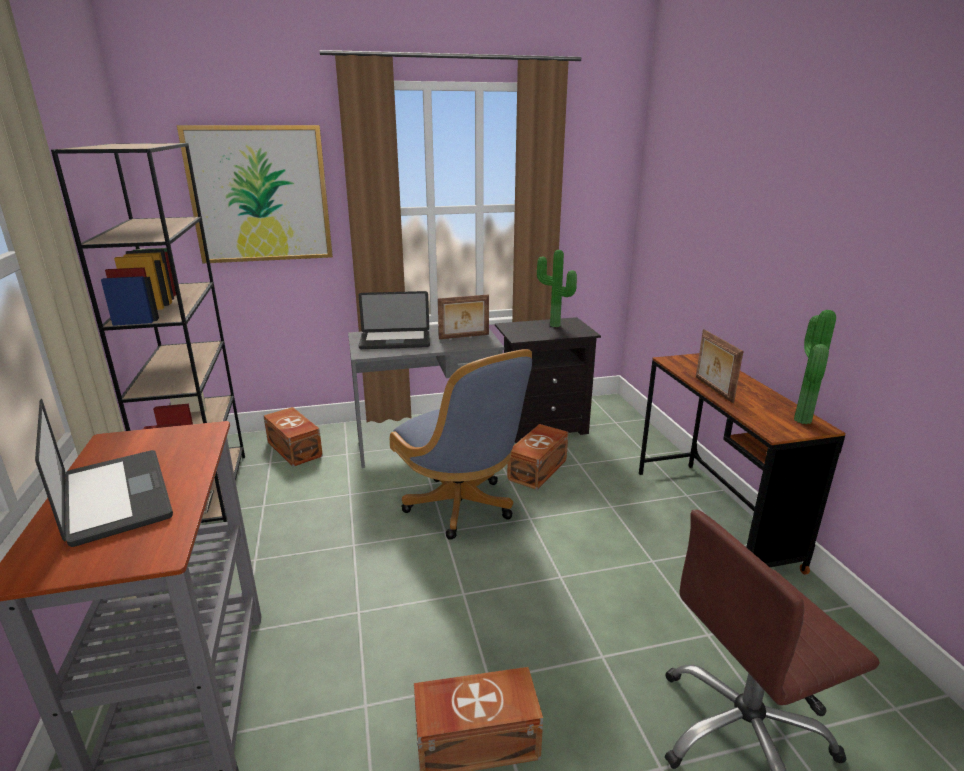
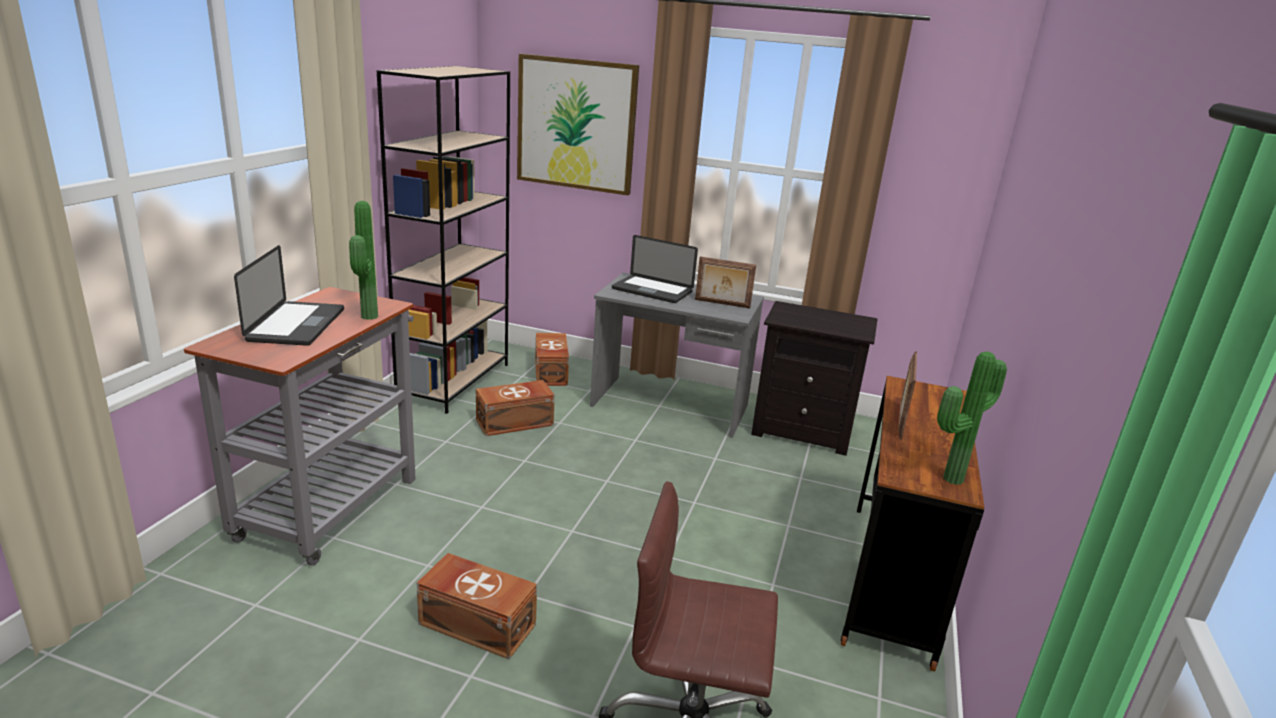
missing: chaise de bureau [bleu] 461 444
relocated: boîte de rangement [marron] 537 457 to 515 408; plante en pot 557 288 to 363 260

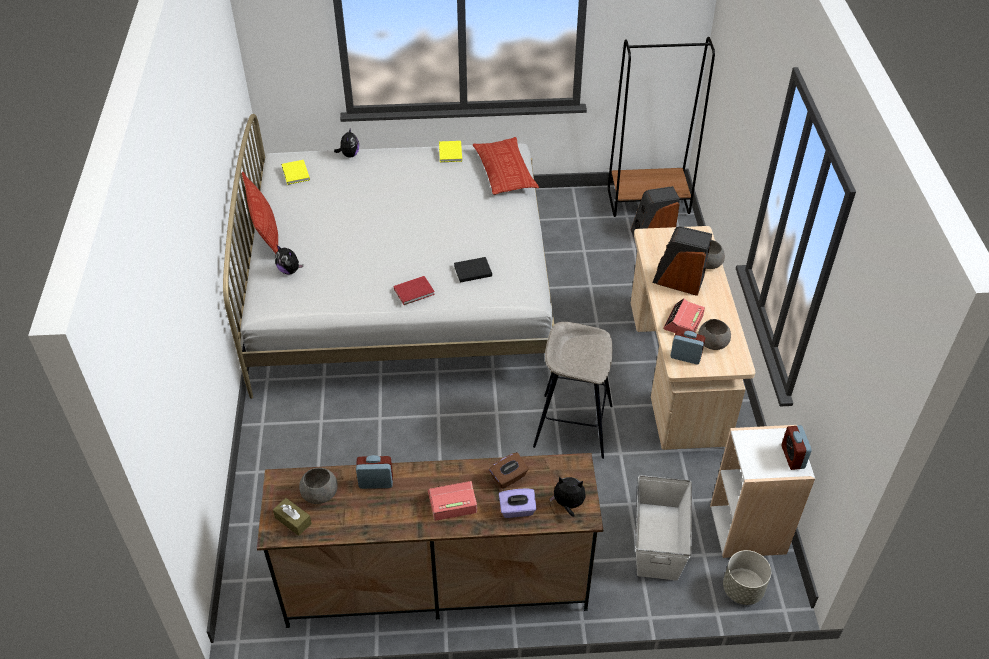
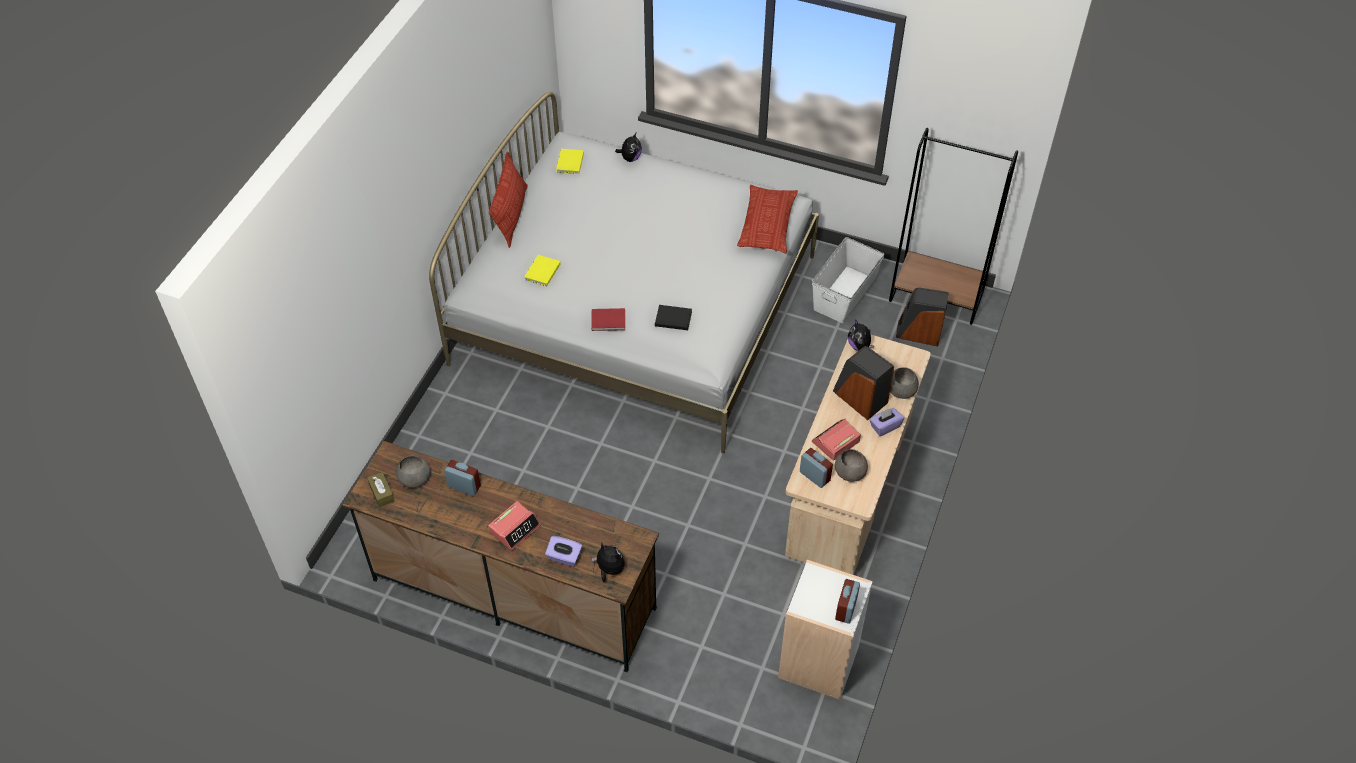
missing: boîte à mouchoirs [marron] 509 470; tabouret [gris] 572 390; cache-pot [gris] 747 577
appeared: boîte à mouchoirs [violet] 886 422
relocated: peluche 289 260 to 861 335; livre [jaune] 450 151 to 542 270; boîte de rangement [blanc] 663 528 to 848 280
spun: réveil 452 501 = 514 526 120 degrees clockwise

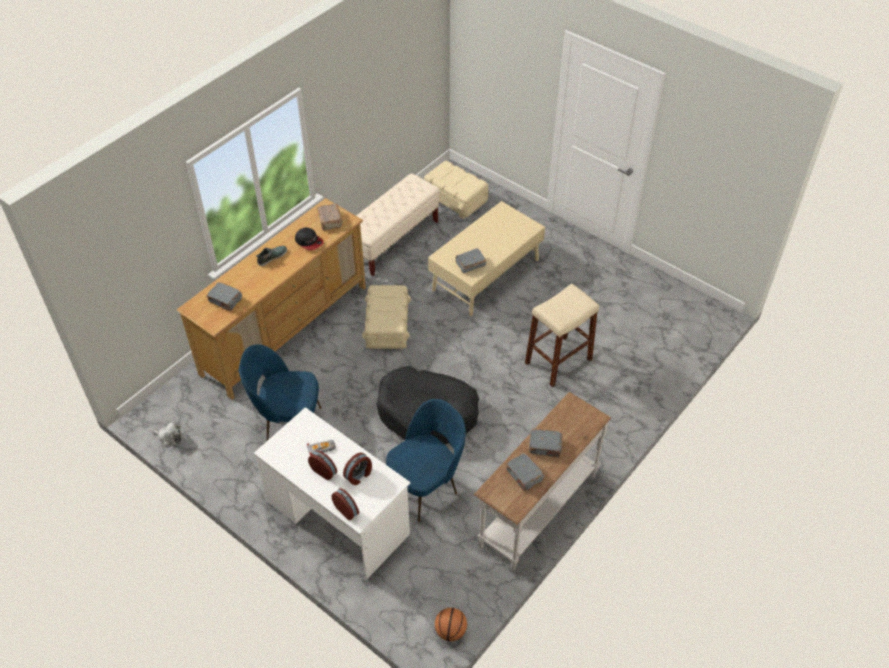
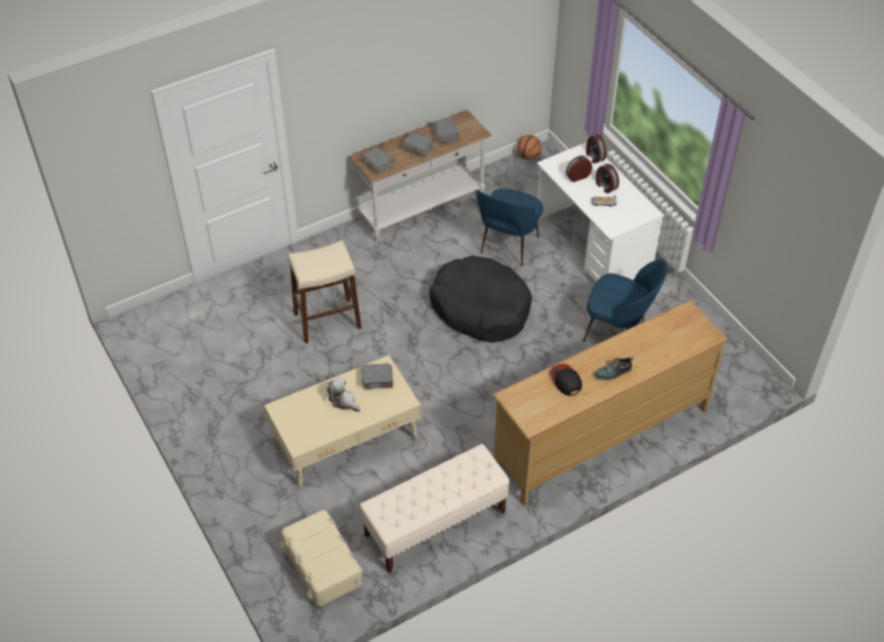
missing: livre [marron] 330 217; boîte de rangement [beige] 386 317
relocated: peluche 167 434 to 343 394; livre [gris] 224 296 to 377 160
spun: chaise [bleu] 426 460 = 510 227 45 degrees counterclockwise

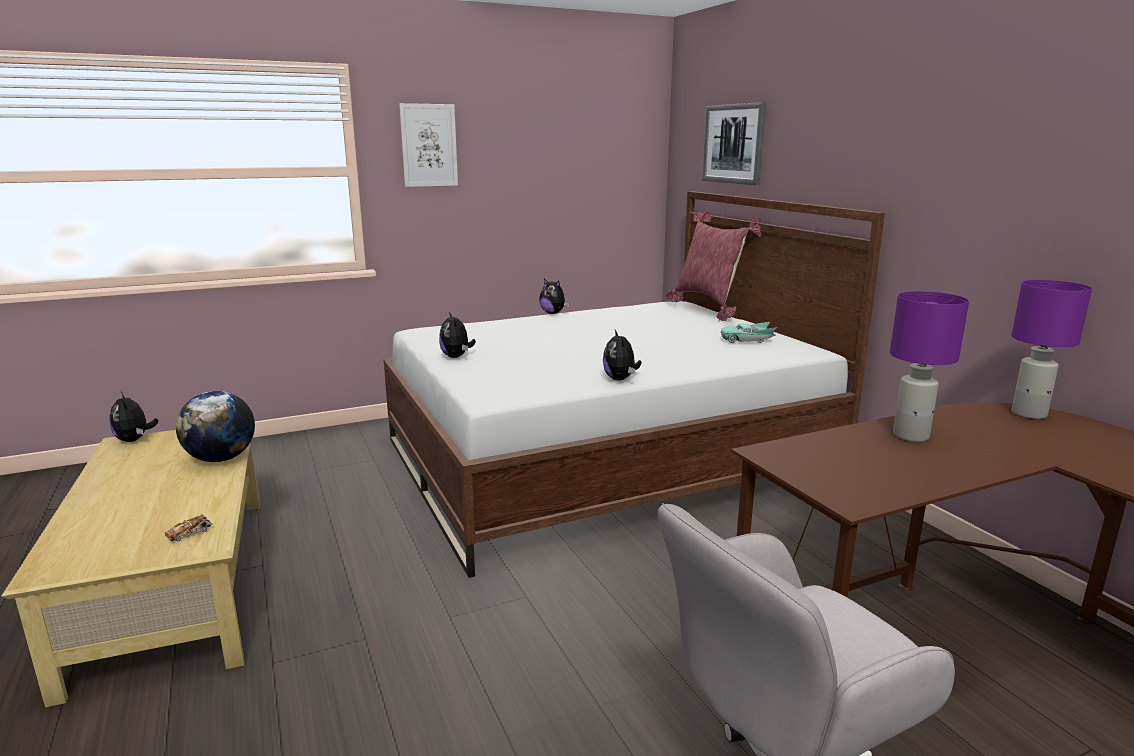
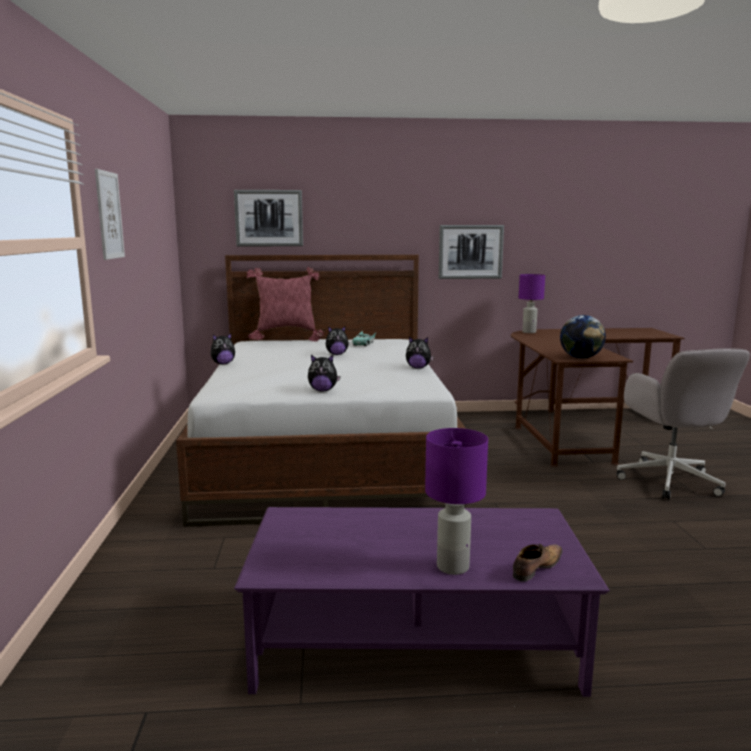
missing: petite voiture 189 528
appeared: tableau 471 252; chaussure 537 563
relocated: peluche 133 417 to 337 340; globe 215 426 to 583 337; lampe de table [violet] 929 366 to 456 501
colour: table basse [beige] 130 568 to table basse [violet] 422 602

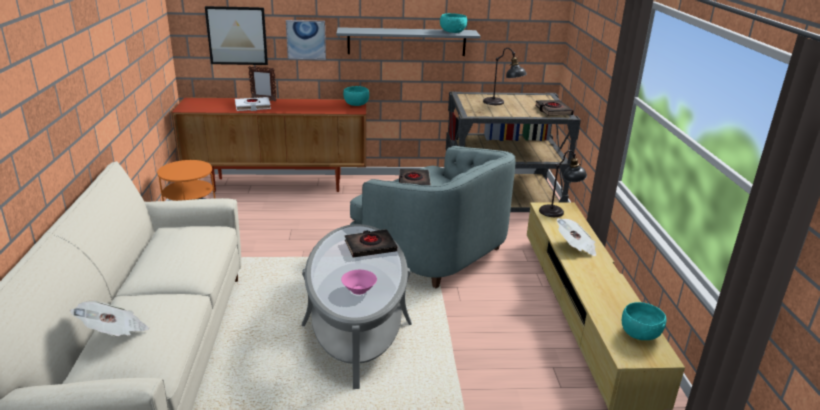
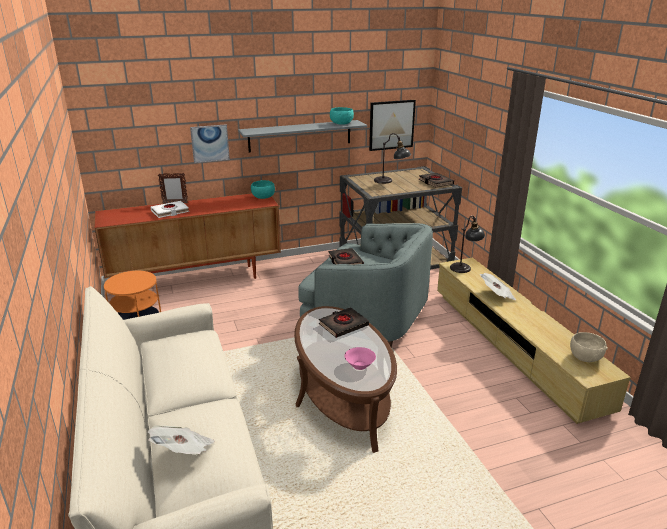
relocated: tableau 236 35 to 392 125
colour: table basse [gris] 357 306 to table basse [marron] 345 379; bol [turquoise] 644 321 to bol [beige] 589 347

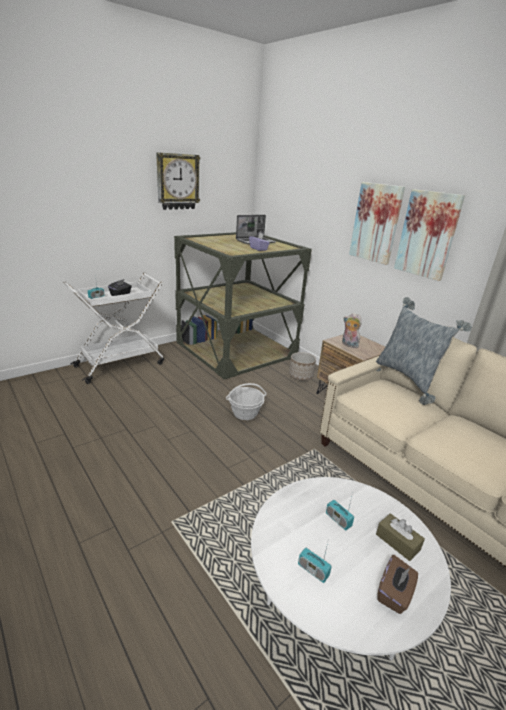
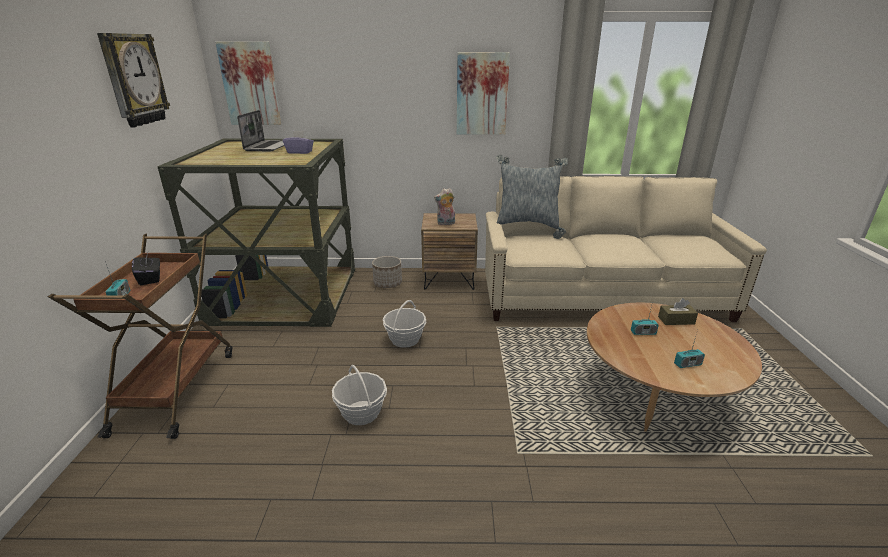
missing: boîte à mouchoirs [marron] 397 584
appeared: panier 359 395
relocated: tableau 377 223 to 248 83
colour: chariot [blanc] 113 328 to chariot [marron] 140 336; table basse [blanc] 351 569 to table basse [marron] 674 367

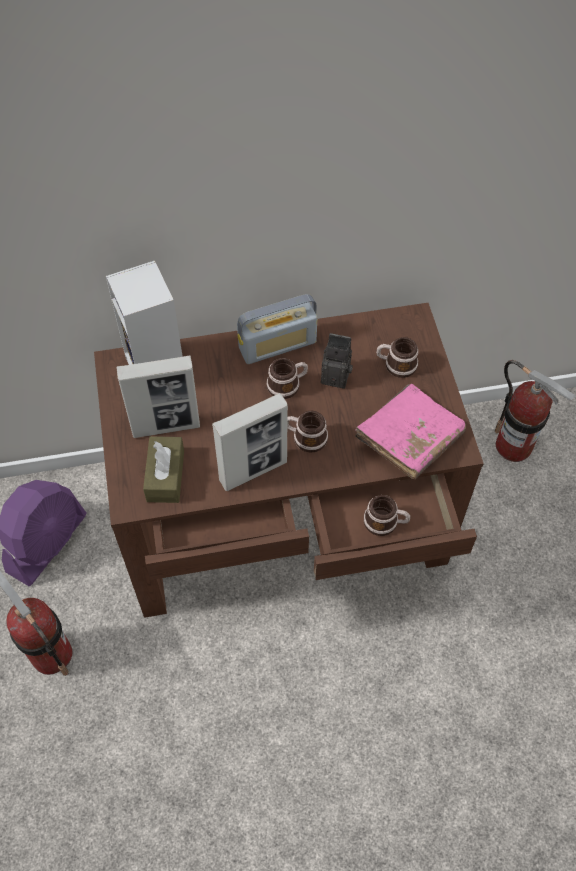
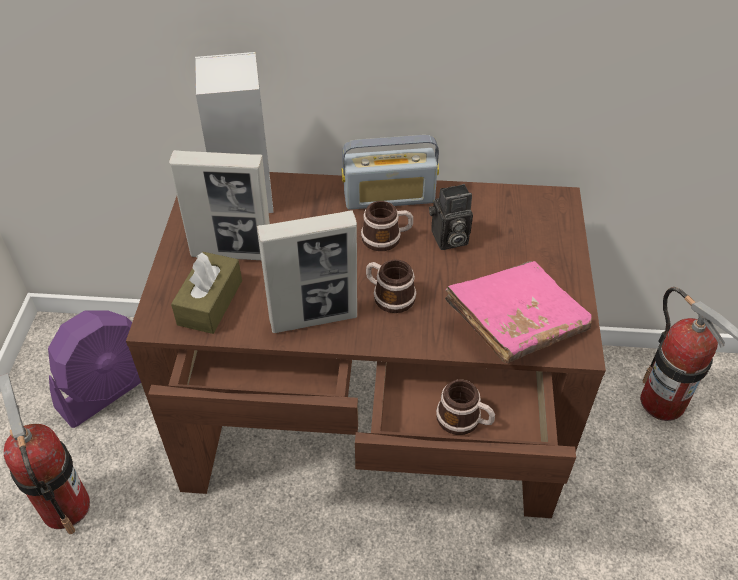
missing: mug 397 357
spun: appareil photo 337 361 = 451 217 135 degrees clockwise

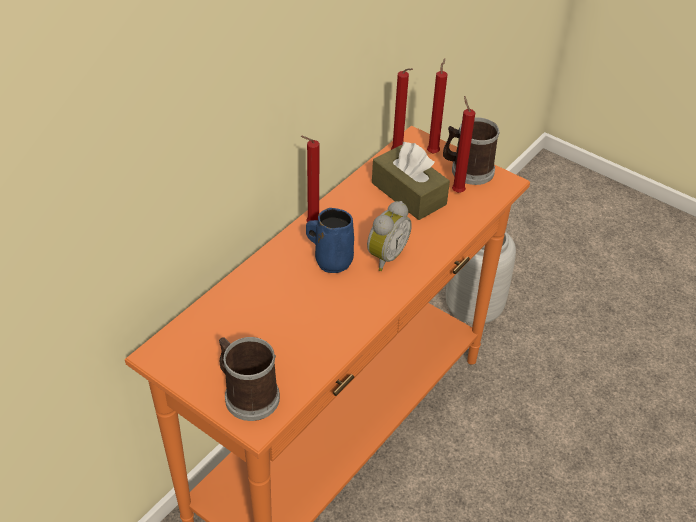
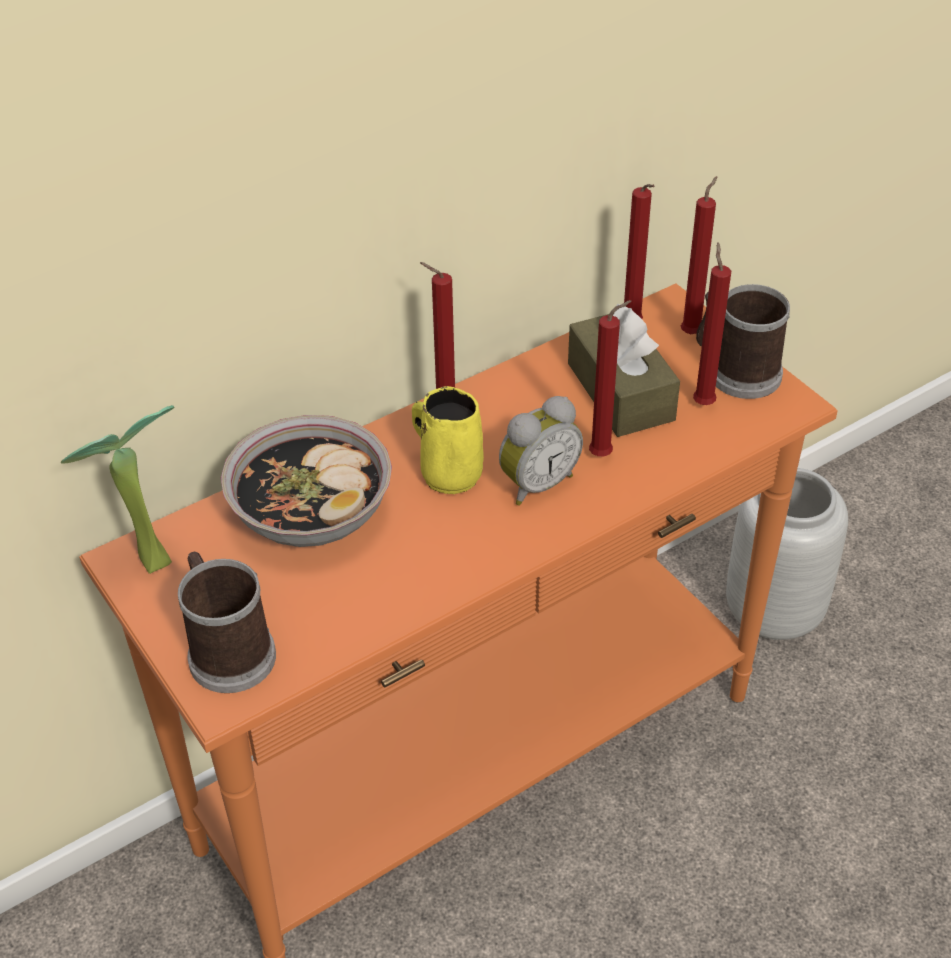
appeared: plante en pot 118 489; bol 306 481; bougie [rouge] 610 378
colour: mug [bleu] 330 240 to mug [jaune] 448 440

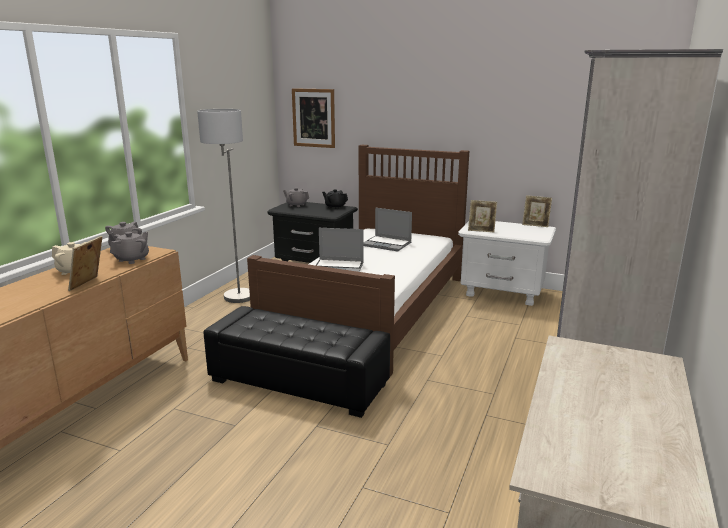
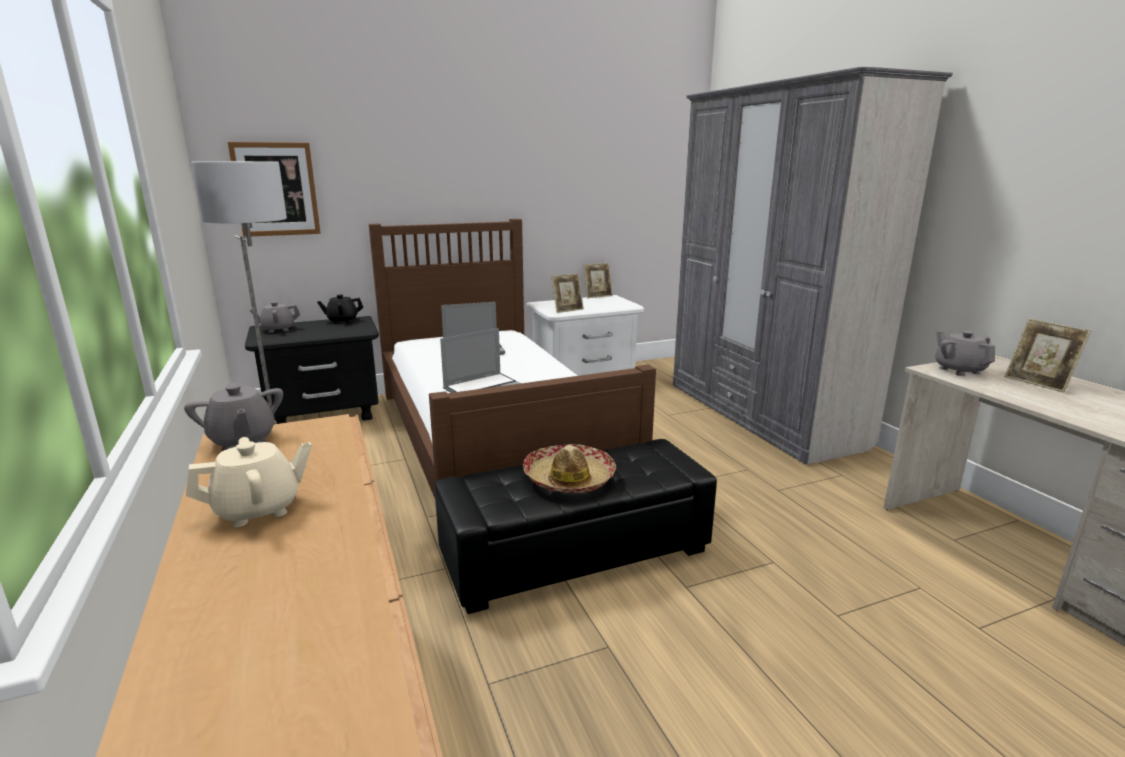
appeared: chapeau 569 468
relocated: cadre photo 85 263 to 1048 355; théière [gris] 129 248 to 965 353

